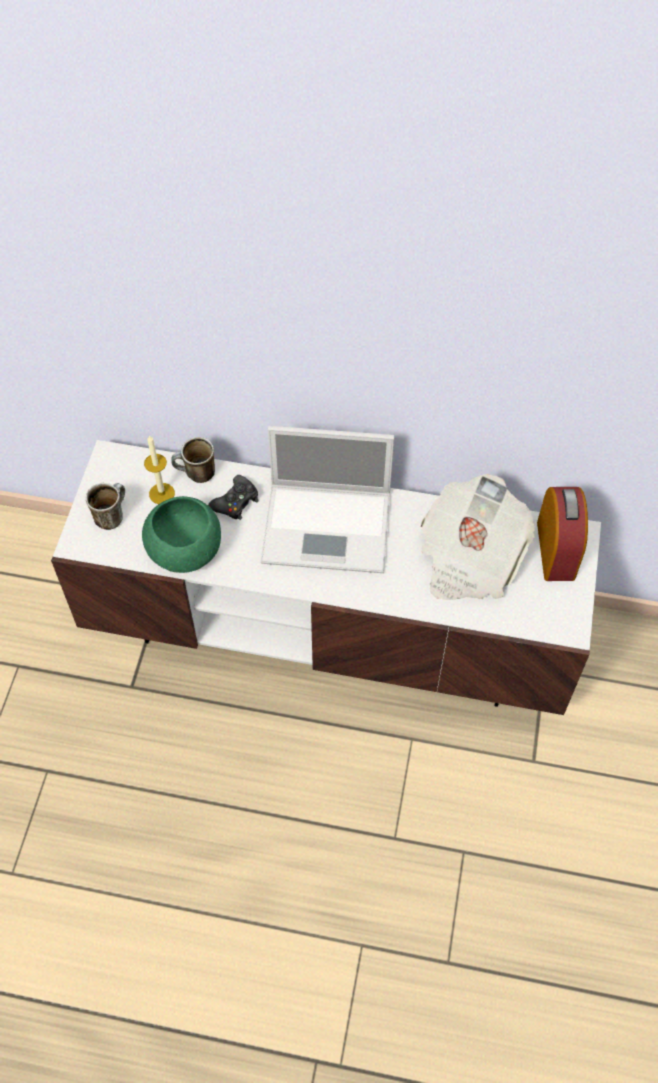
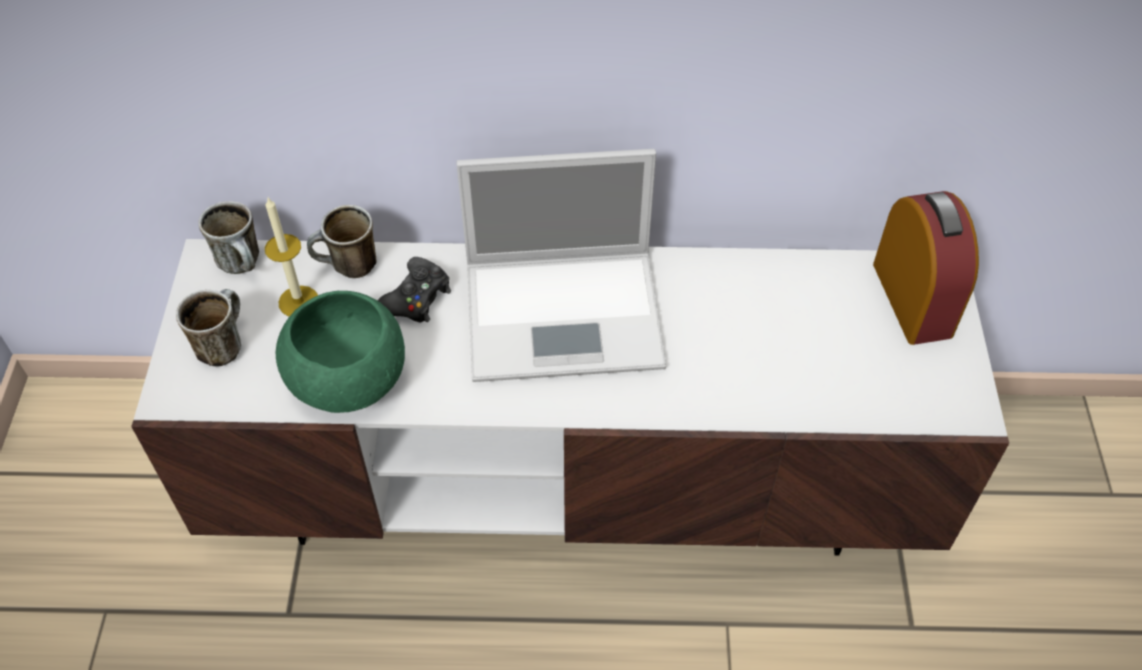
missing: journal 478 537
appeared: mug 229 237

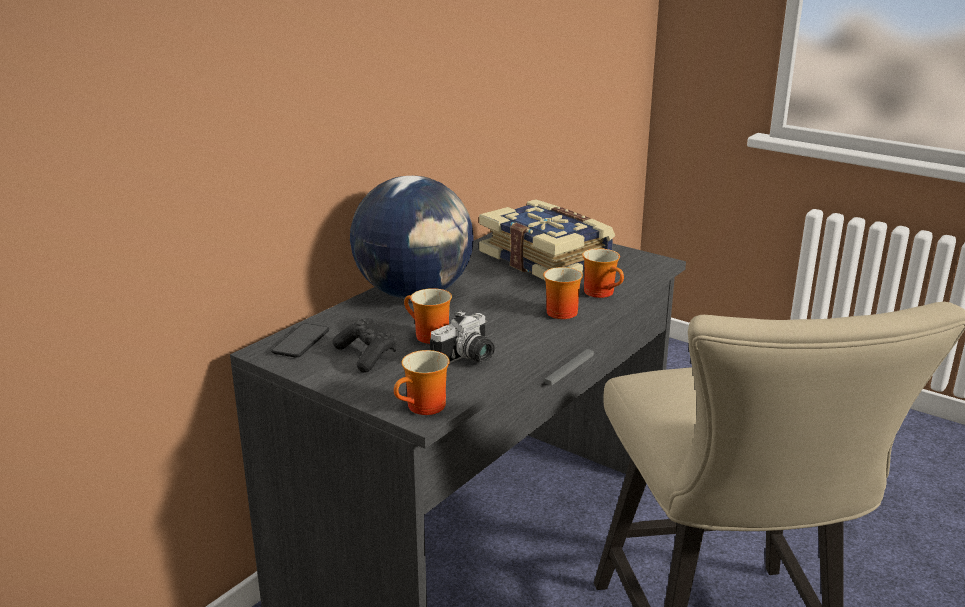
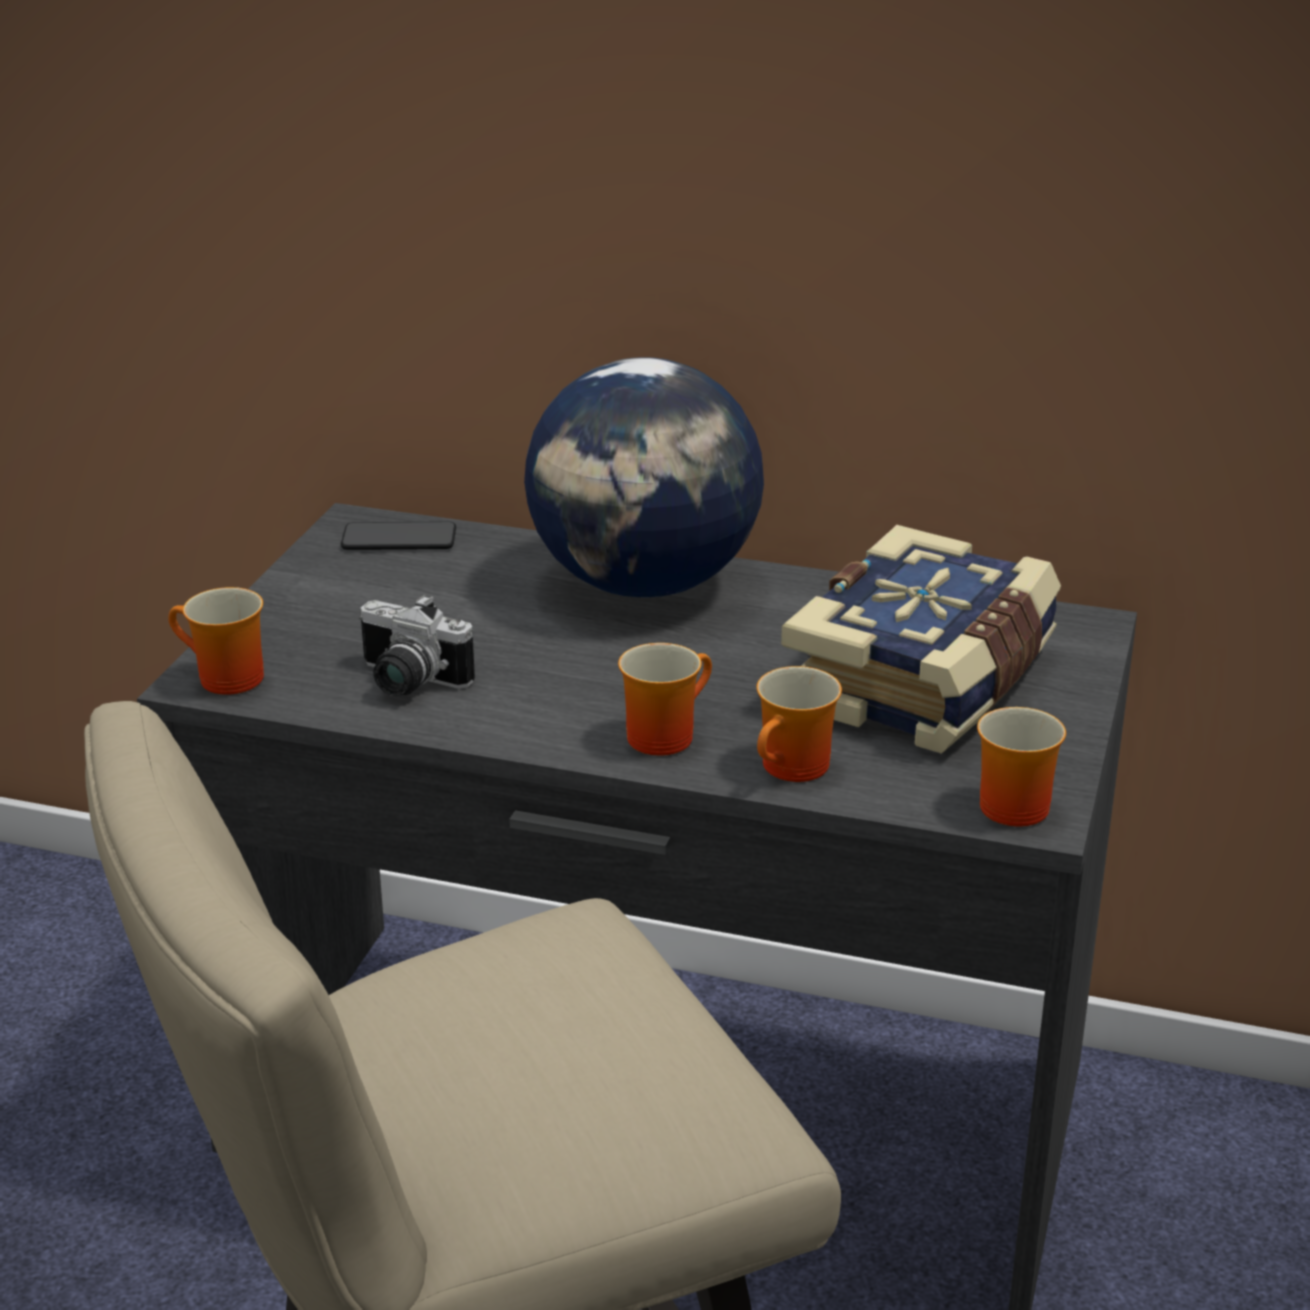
missing: manette [noir] 364 345
relocated: mug 428 316 to 1021 767

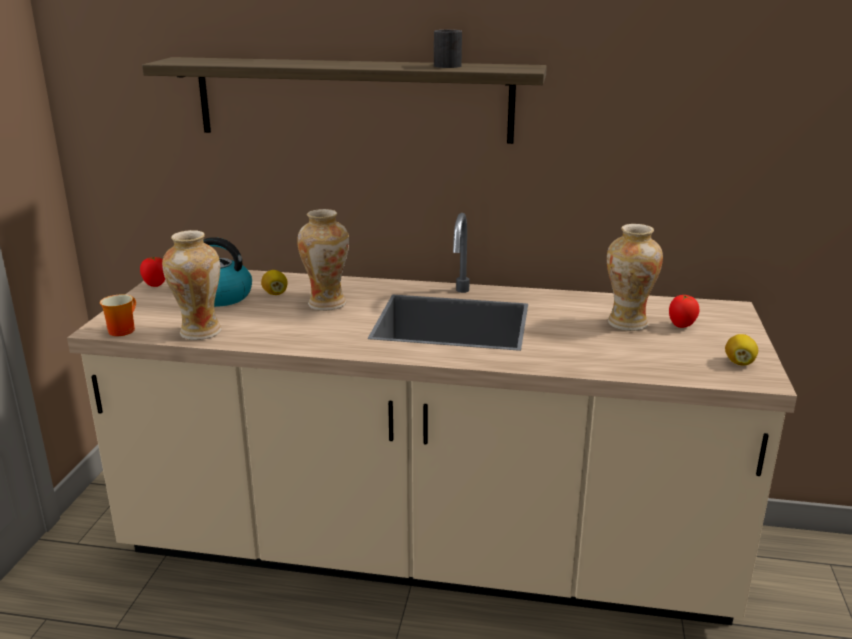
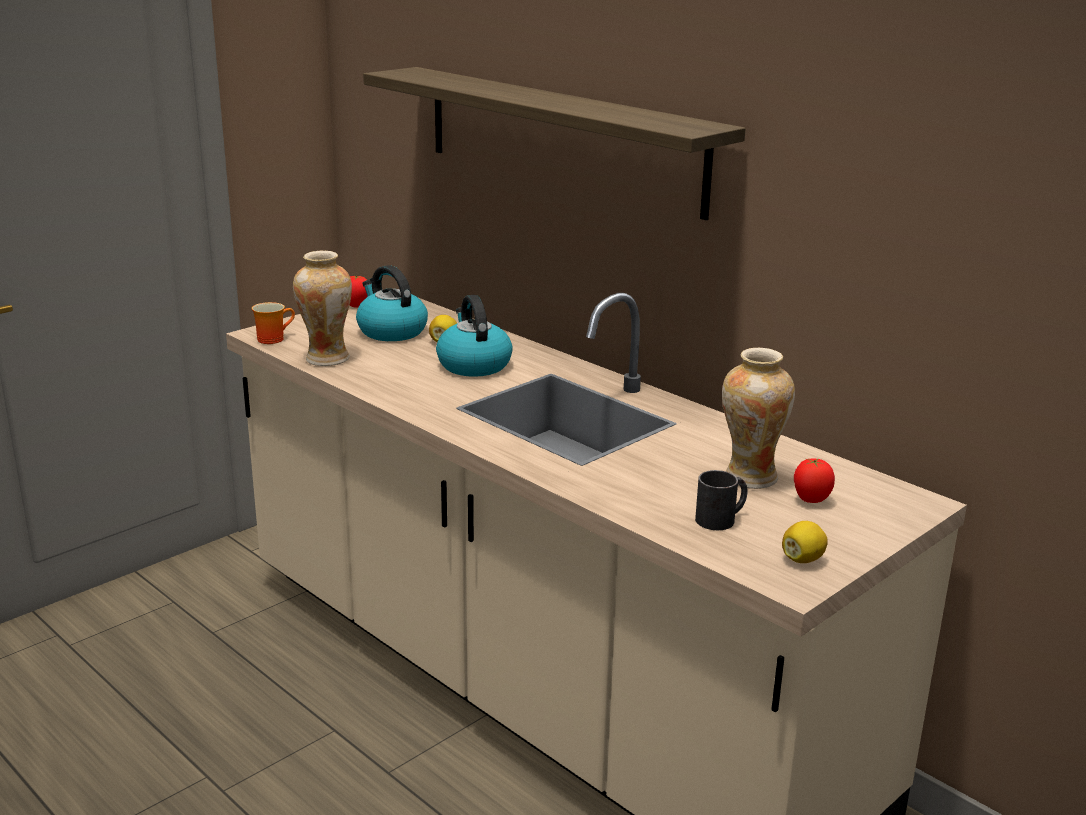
relocated: mug [noir] 448 49 to 721 500
exchanged: vase 323 260 to bouilloire 474 336

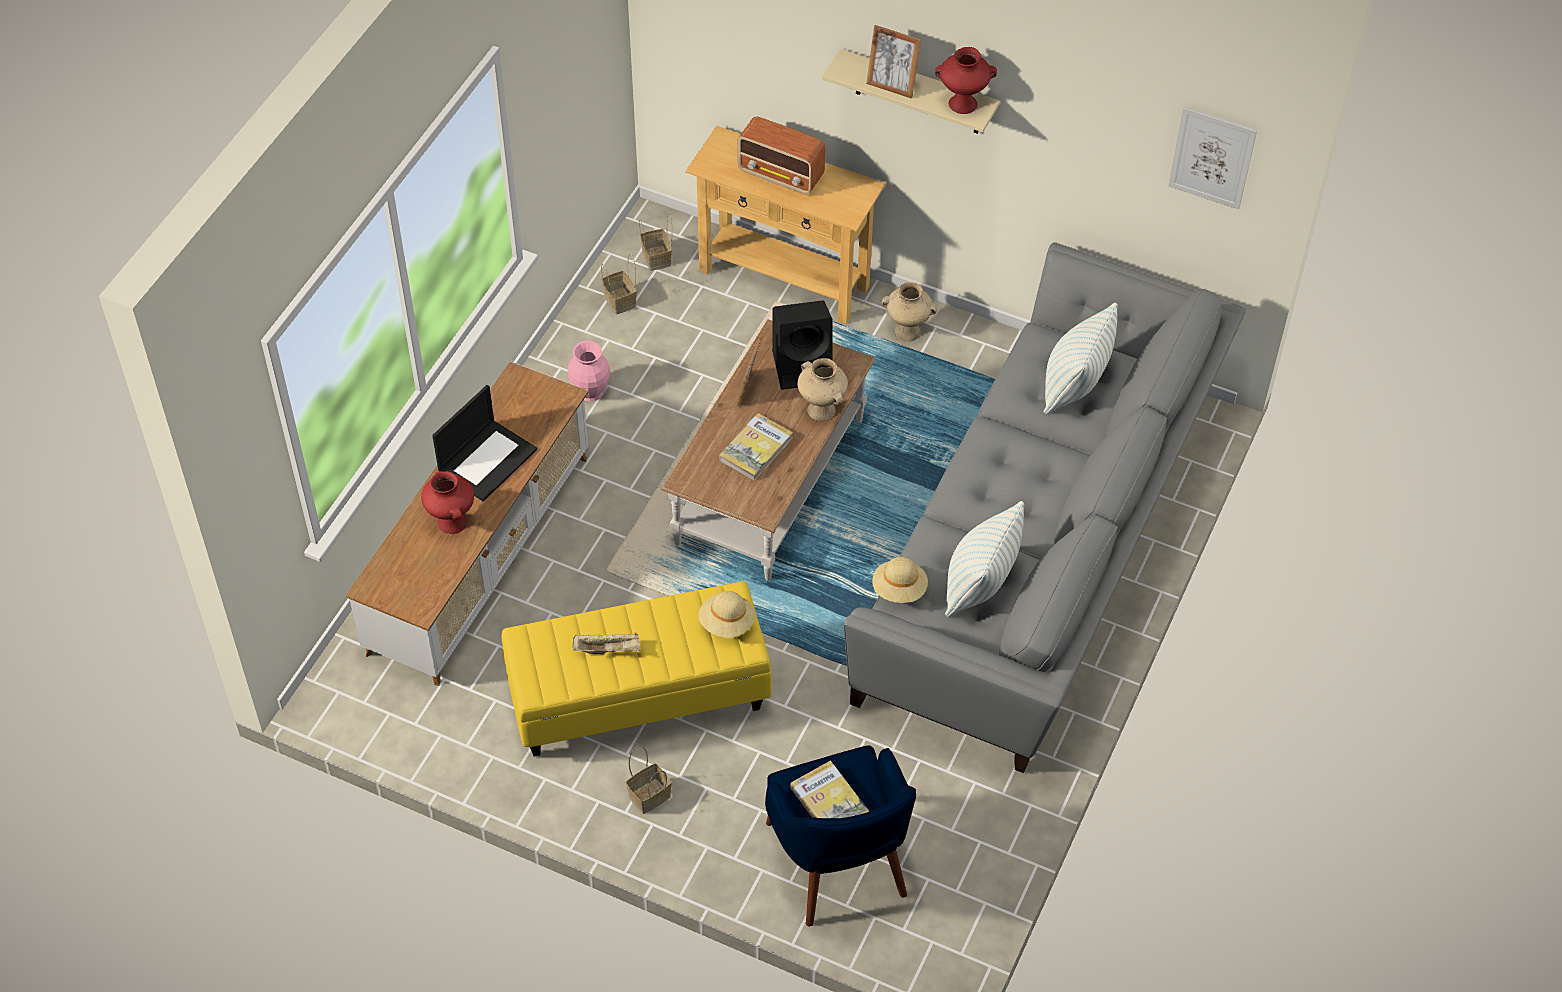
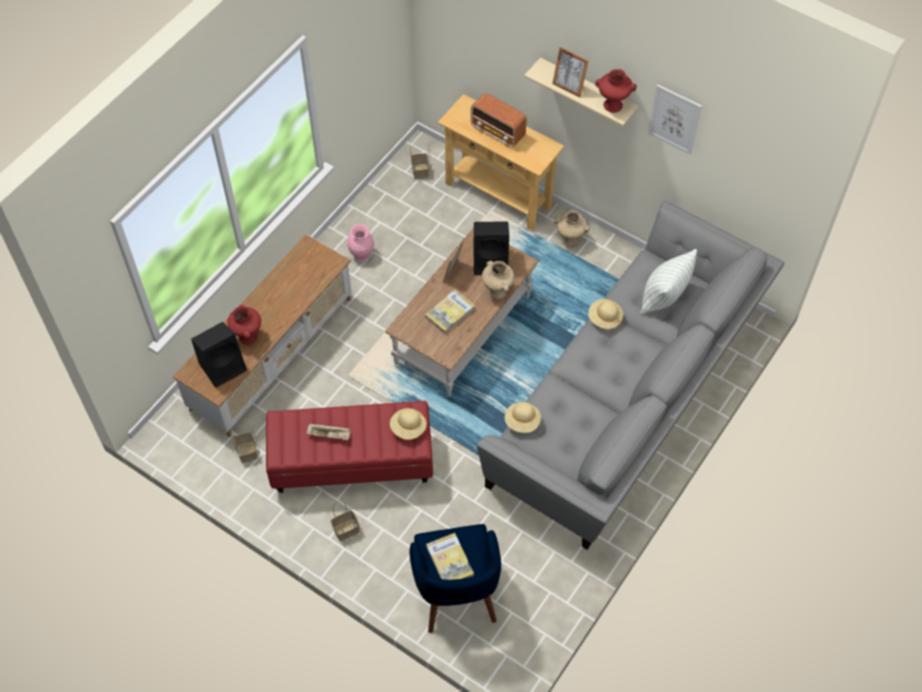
missing: ordinateur portable 484 443; coussin 984 559
appeared: enceinte [noir] 219 355; chapeau [beige] 605 314
relocated: panier 619 283 to 244 445; tableau 1212 158 to 675 119
colour: pouf [jaune] 636 669 to pouf [rouge] 349 447

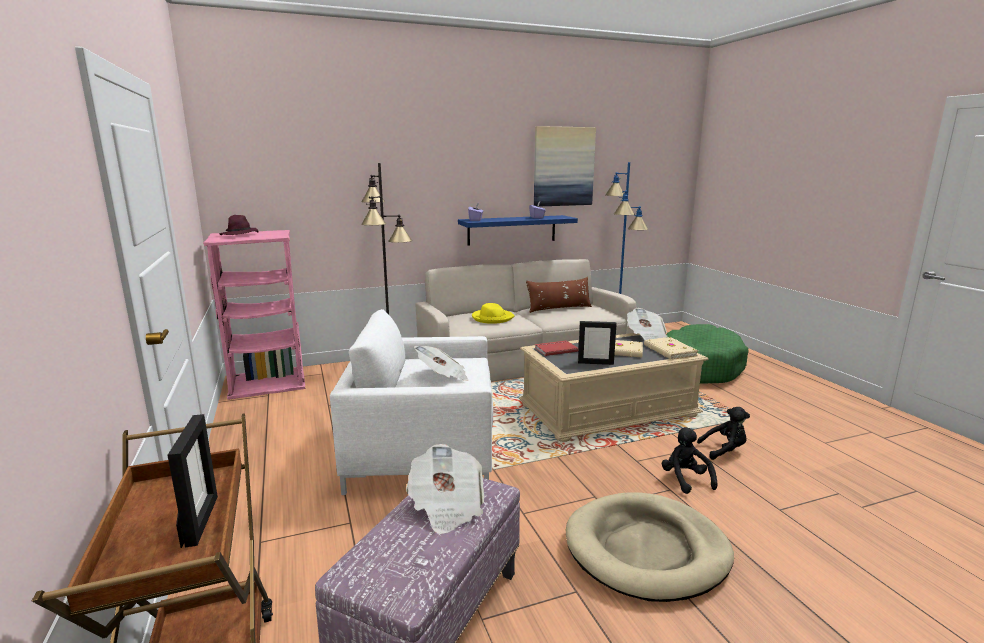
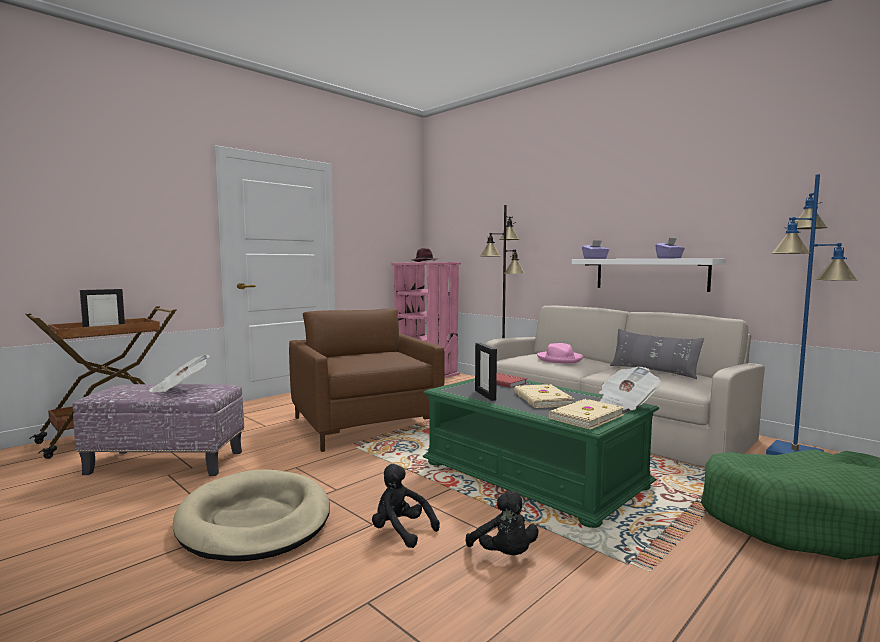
missing: journal 441 363; tableau 565 166
colour: fauteuil [blanc] 411 402 to fauteuil [marron] 366 380; étagère [bleu] 518 230 to étagère [blanc] 649 275; chapeau [jaune] 493 313 to chapeau [rose] 560 353; table basse [beige] 614 387 to table basse [vert] 541 453; coussin [marron] 559 295 to coussin [gris] 657 354
spun: peluche [noir] 690 460 = 406 506 105 degrees counterclockwise

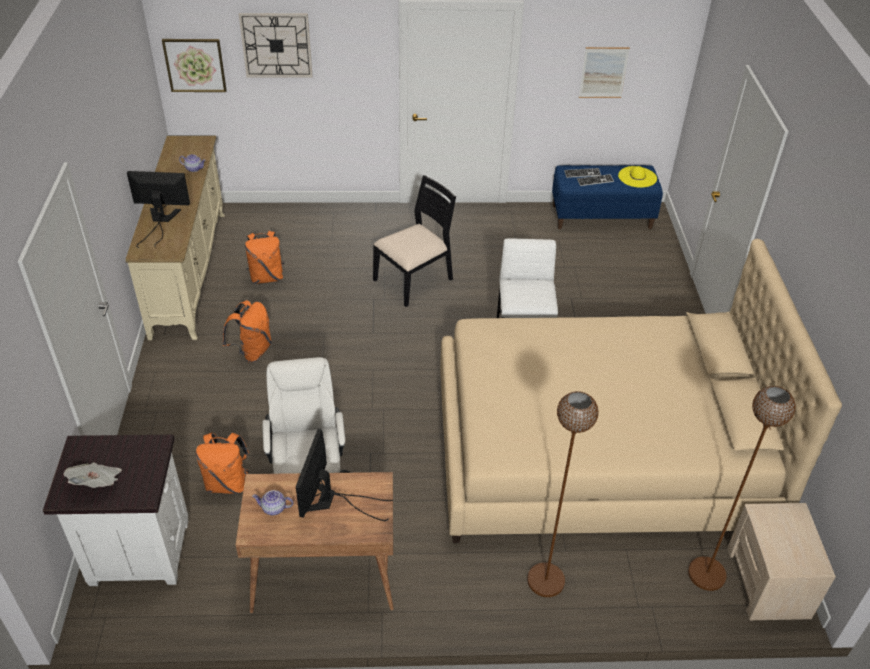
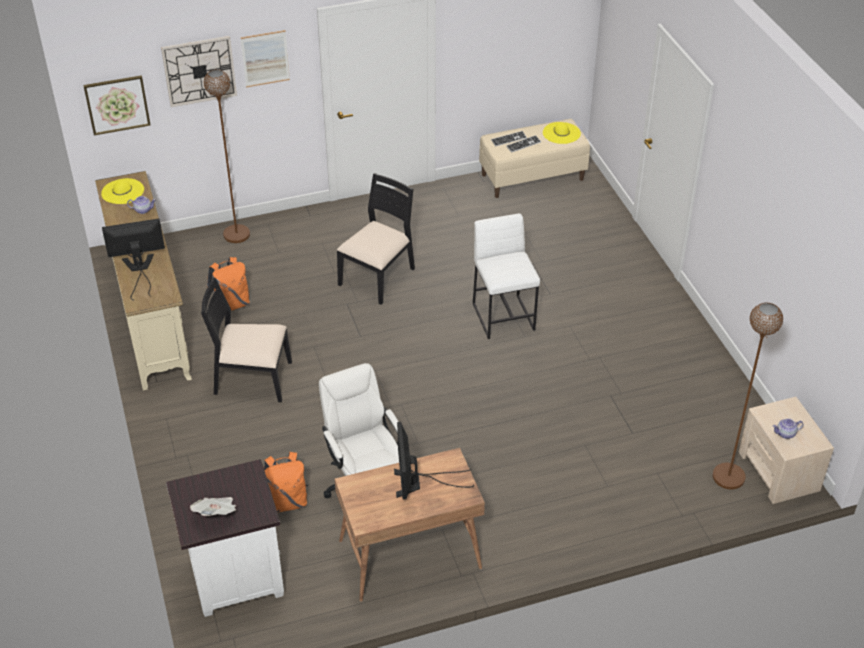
missing: lit [beige] 641 391
appeared: chapeau [jaune] 122 191
relocated: théière 272 502 to 788 428; lampadaire [marron] 563 494 to 227 156; tableau 604 72 to 265 58
exchanged: sac à dos [orange] 247 331 to chaise [noir] 246 340
colour: banc [bleu] 607 197 to banc [beige] 534 158

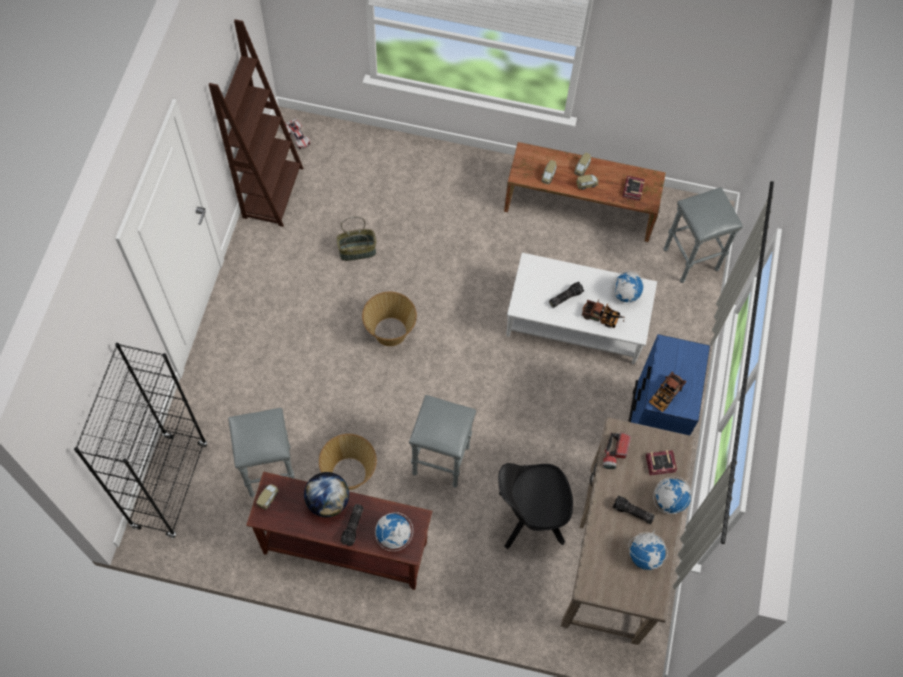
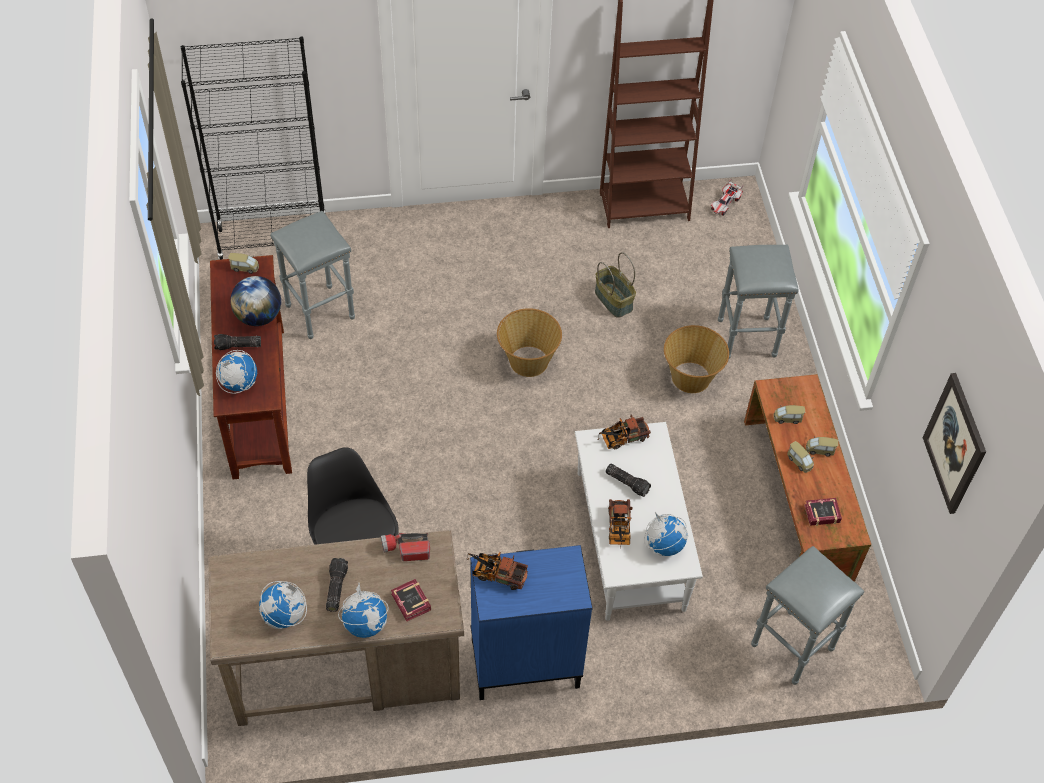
appeared: camion jouet 624 432; tableau 954 443
relocated: panier 348 462 to 696 359; tabouret [gris] 442 441 to 758 302

